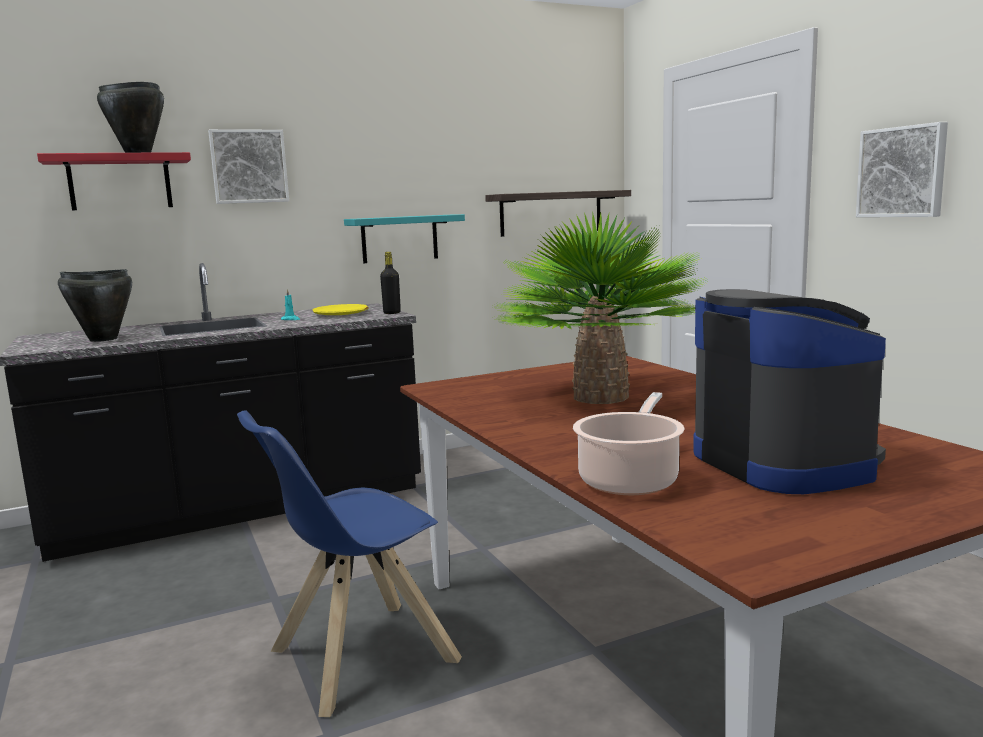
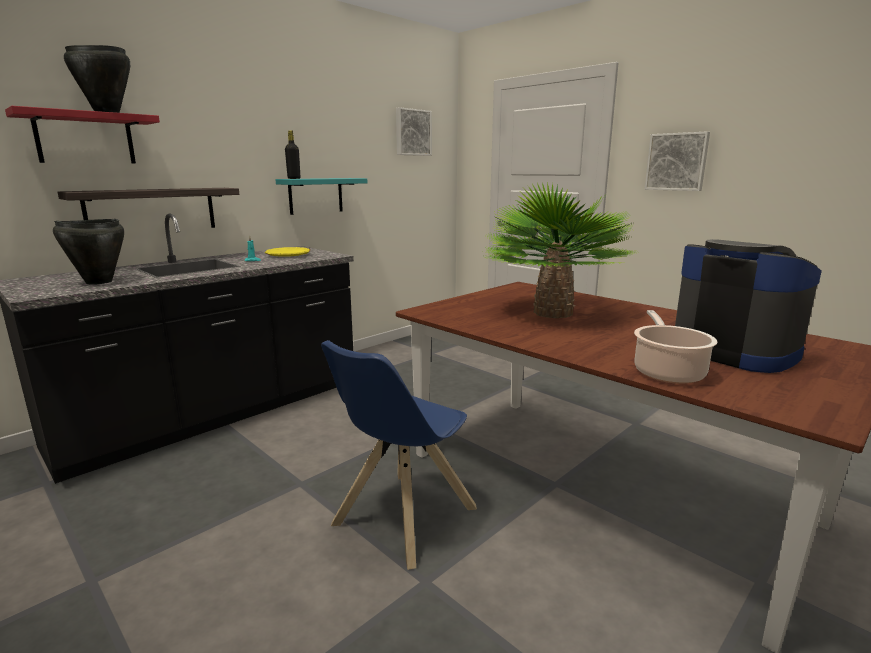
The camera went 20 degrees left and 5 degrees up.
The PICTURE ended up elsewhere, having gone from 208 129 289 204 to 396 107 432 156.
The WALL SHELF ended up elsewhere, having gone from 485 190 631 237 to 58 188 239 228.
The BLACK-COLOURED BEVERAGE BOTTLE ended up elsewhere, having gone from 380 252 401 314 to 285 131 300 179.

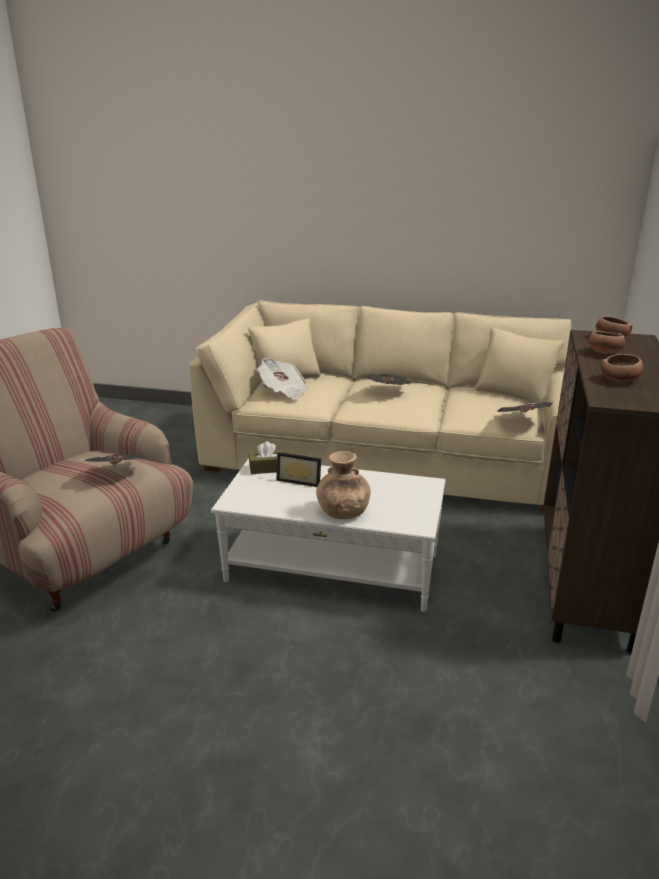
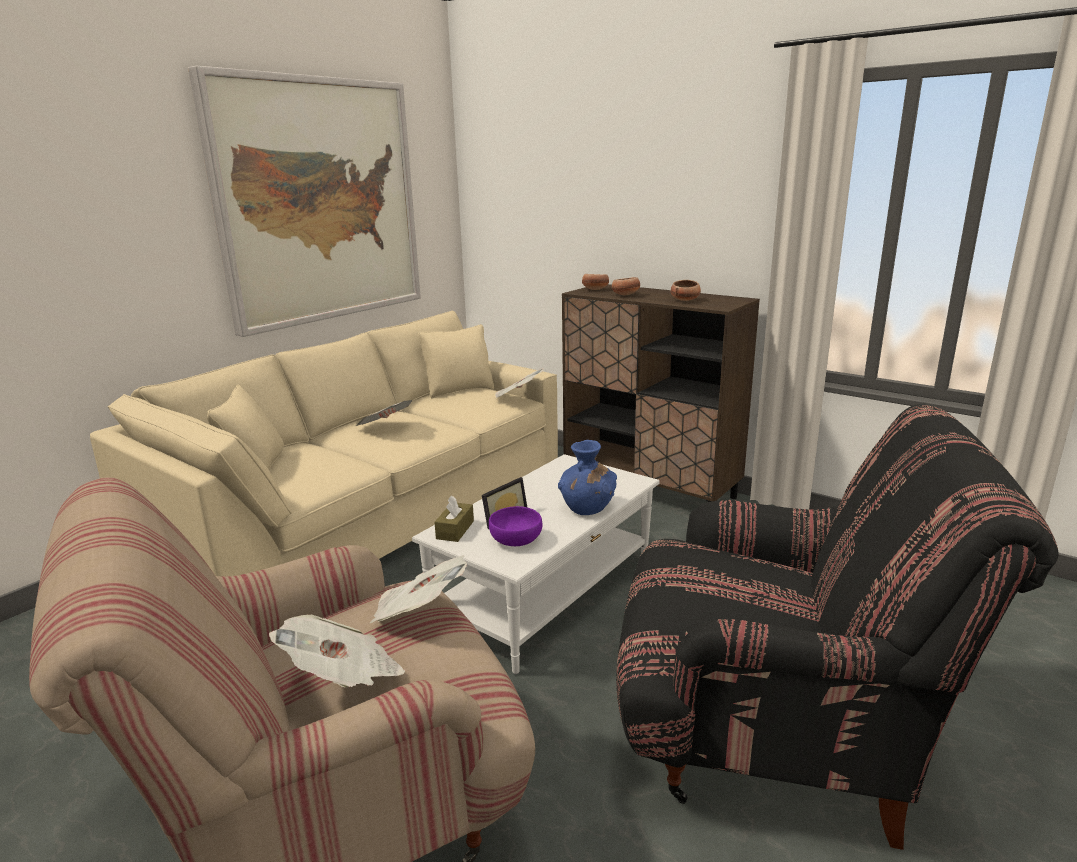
The camera went 65 degrees left and 5 degrees down.
The DAILY PAPER ended up elsewhere, having gone from 258 358 309 400 to 269 615 405 688.
What was the BROWN-COLOURED DECORATIVE VASE at 316 451 371 519 turned into the BLUISH DECORATIVE VASE at 558 440 617 515.
The second view gained the PICTURE at 188 66 421 337.
The second view gained the BLACK-COLOURED LOUNGE CHAIR at 616 404 1058 850.
The second view gained the PURPLE-COLOURED BOWL at 489 506 542 546.

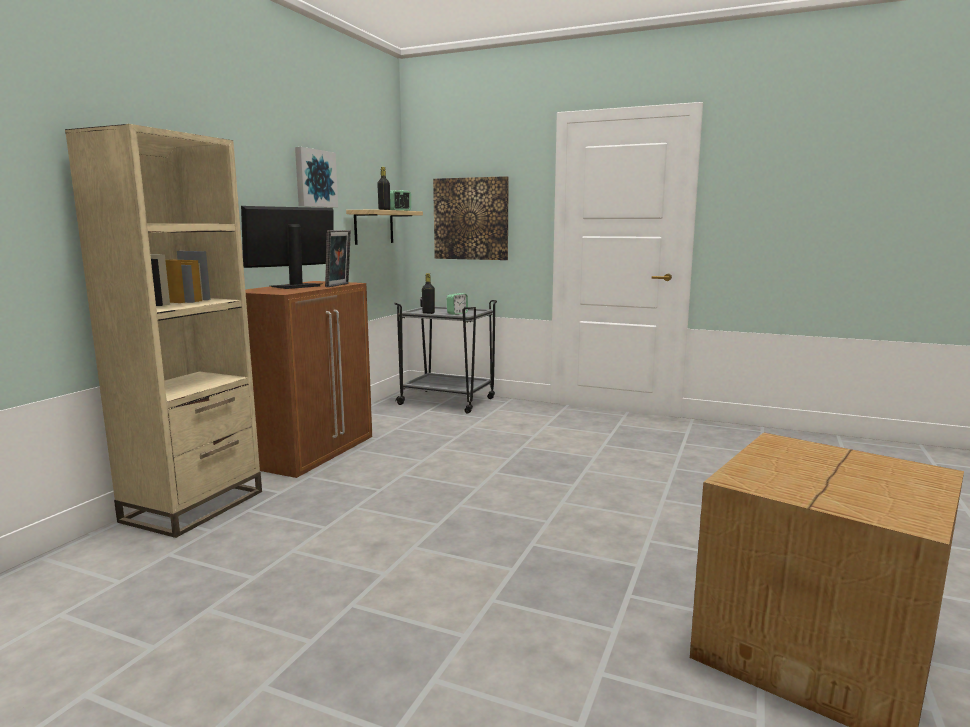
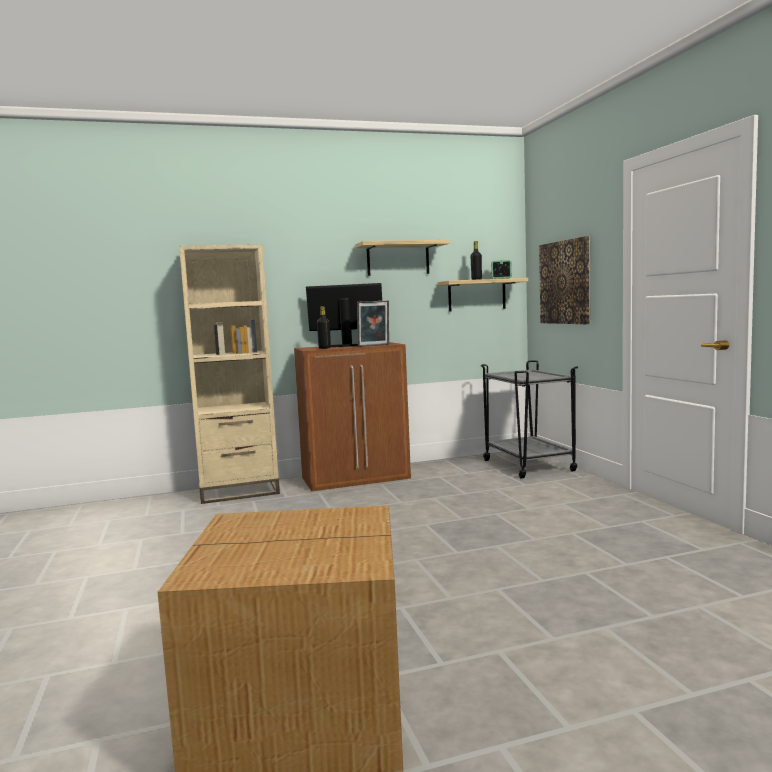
The camera went 50 degrees right and 5 degrees down.
Where the PICTURE hung at 295 147 338 207, the WALL SHELF came to hang at 355 240 450 276.
The BLACK-COLOURED BEVERAGE BOTTLE ended up elsewhere, having gone from 422 273 435 314 to 317 306 331 349.
The second view lost the BEDSIDE CLOCK at 447 293 468 315.

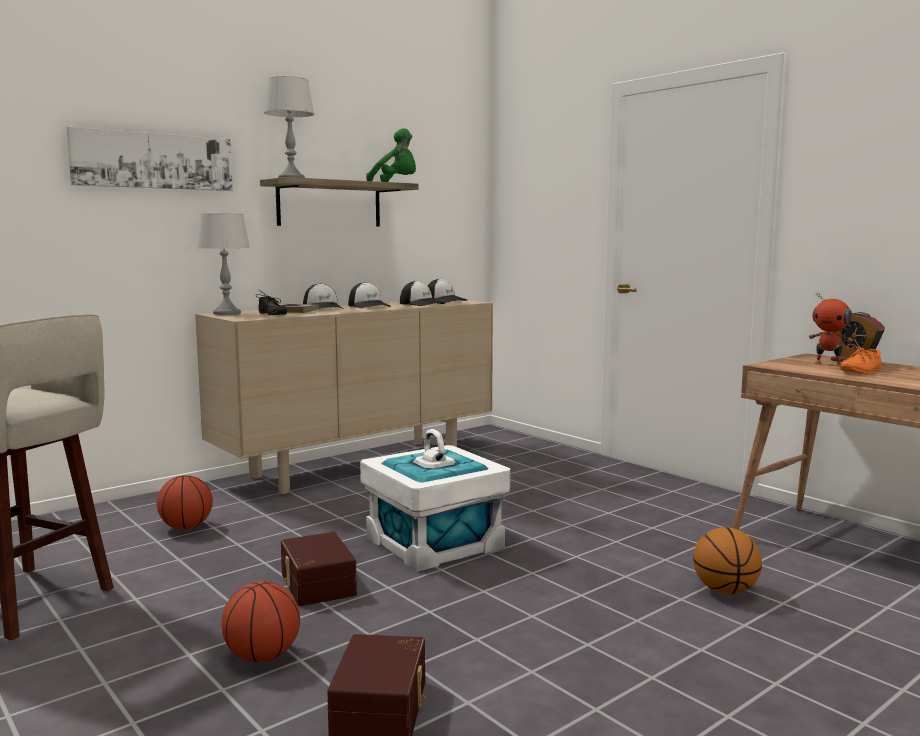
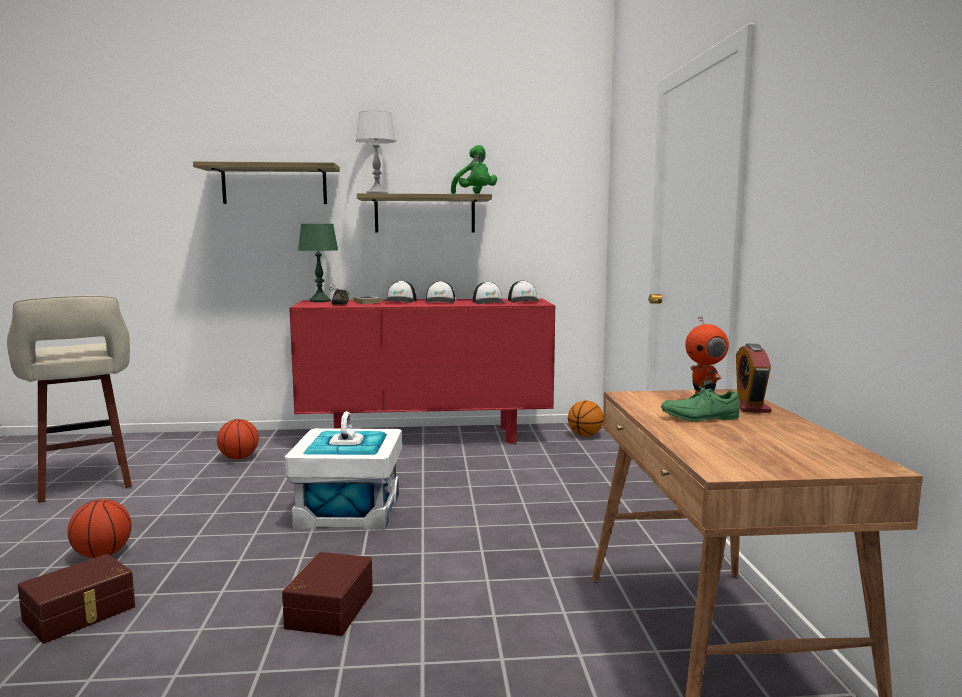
The camera went 35 degrees right and 0 degrees up.
Where the PICTURE hung at 66 127 233 191, the WALL SHELF came to hang at 193 161 340 204.
What was the GREYISH LAMP FOR A TABLE at 198 214 250 315 turned into the GREEN-COLOURED LAMP FOR A TABLE at 298 224 338 302.
What was the BEIGE-COLOURED DRAWER CHEST at 195 300 493 494 turned into the RED-COLOURED DRAWER CHEST at 289 298 555 444.
What was the ORANGE-COLOURED SHOE at 840 338 882 374 turned into the GREEN-COLOURED SHOE at 661 377 740 421.
The BASKETBALL ended up elsewhere, having gone from 693 527 762 595 to 568 400 603 436.
The BROWN-COLOURED STORAGE CONTAINER ended up elsewhere, having gone from 281 532 357 606 to 282 552 373 636.

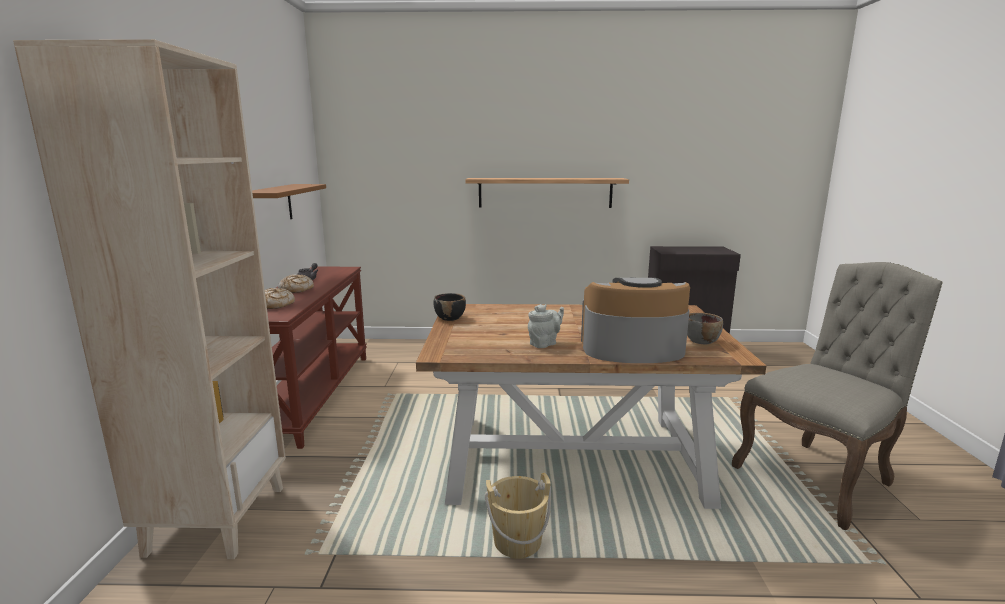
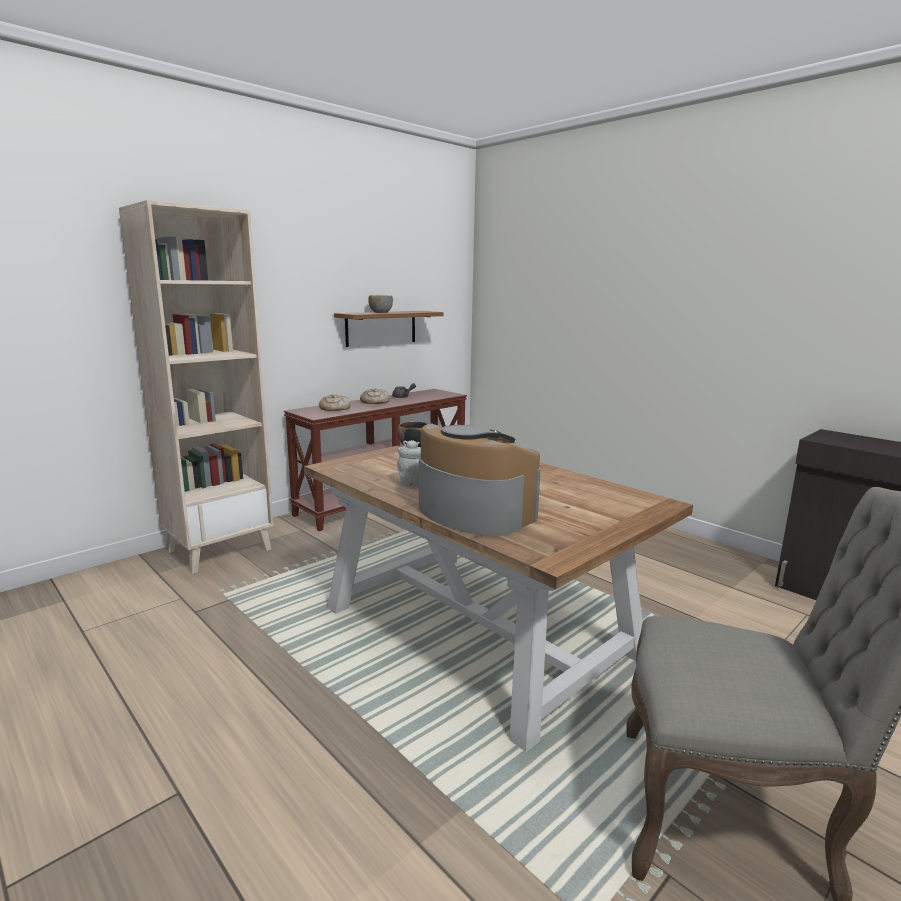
The camera went 45 degrees right and 0 degrees up.
The second view lost the WALL SHELF at 466 178 629 208.
The GREYISH BOWL ended up elsewhere, having gone from 687 313 723 344 to 368 295 393 313.
The second view lost the BEIGE-COLOURED PAIL at 485 472 551 559.

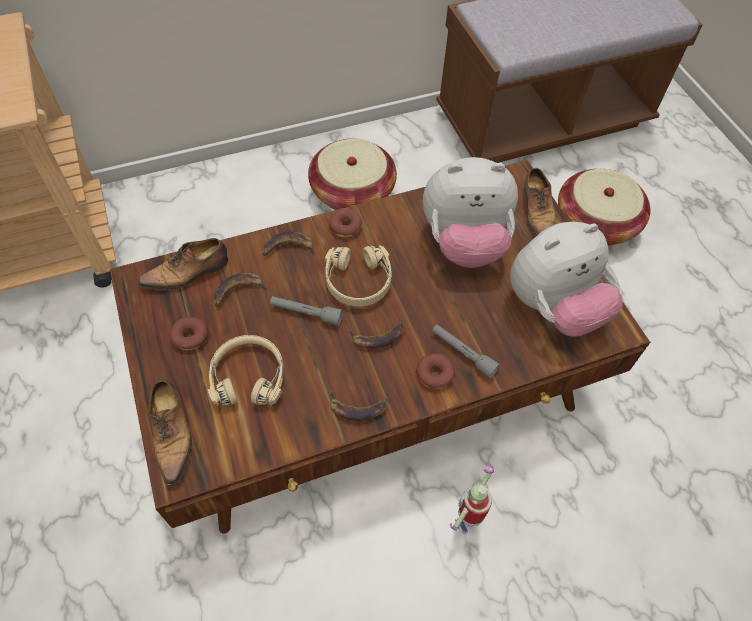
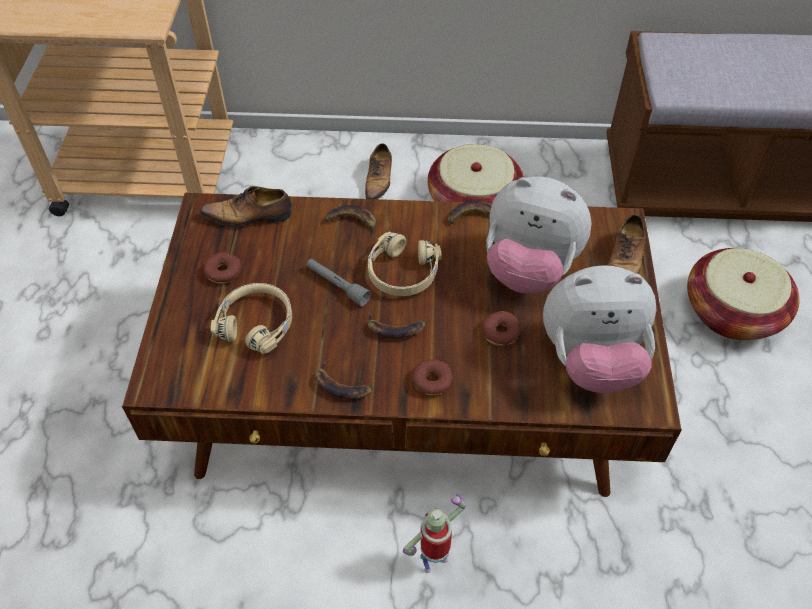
The camera went 25 degrees right and 5 degrees down.
The RING DOUGHNUT ended up elsewhere, having gone from 328 208 362 238 to 482 311 521 346.
The BANANA ended up elsewhere, having gone from 213 273 269 307 to 448 200 492 224.
The second view lost the GREYISH HAND TORCH at 432 324 500 379.
The SHOE ended up elsewhere, having gone from 148 380 192 485 to 365 143 392 199.

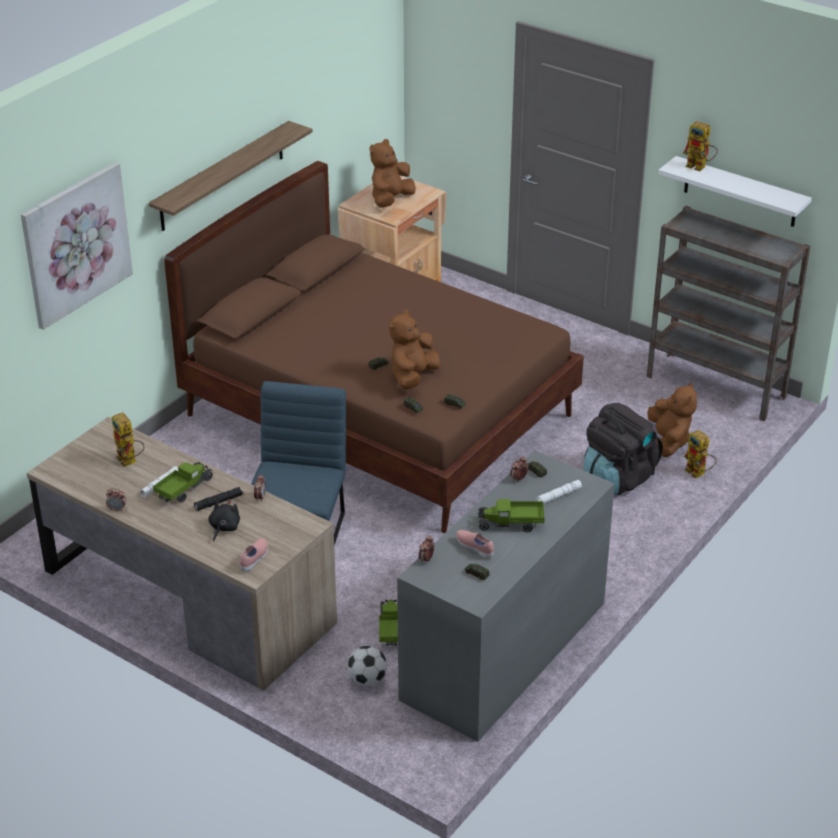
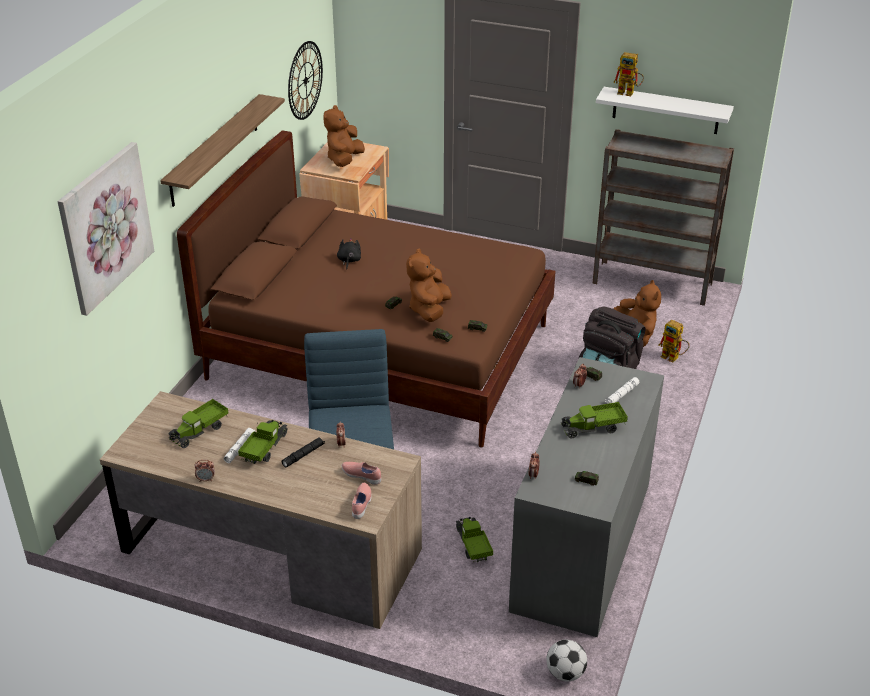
The camera went 15 degrees left and 0 degrees up.
Where the MODEL ROBOT stood at 112 412 145 467, the TOY TRUCK came to stand at 168 399 229 448.
The BLACK-COLOURED SOFT TOY ended up elsewhere, having gone from 208 499 240 542 to 337 238 361 270.
The PINK SHOE ended up elsewhere, having gone from 456 530 494 559 to 342 462 382 485.
The FOOTBALL ended up elsewhere, having gone from 347 646 387 686 to 546 640 587 682.
The second view gained the CLOCK ON THE WALL at 288 41 323 120.

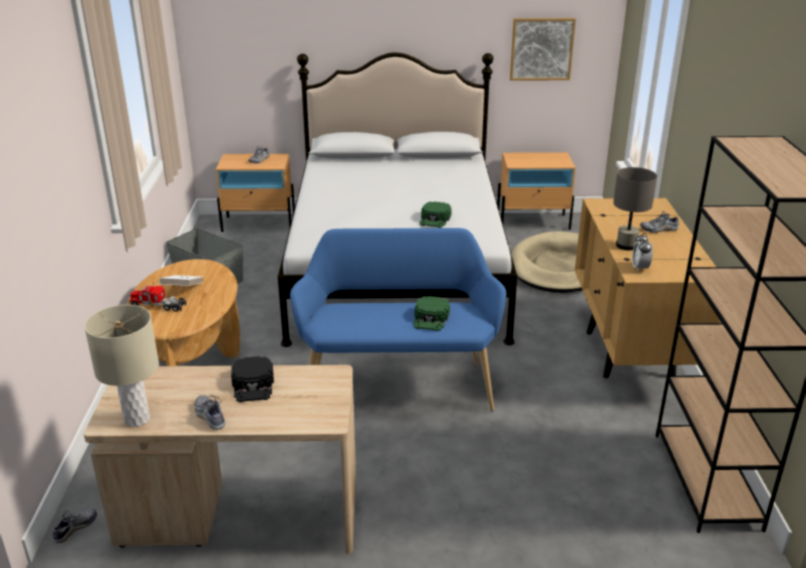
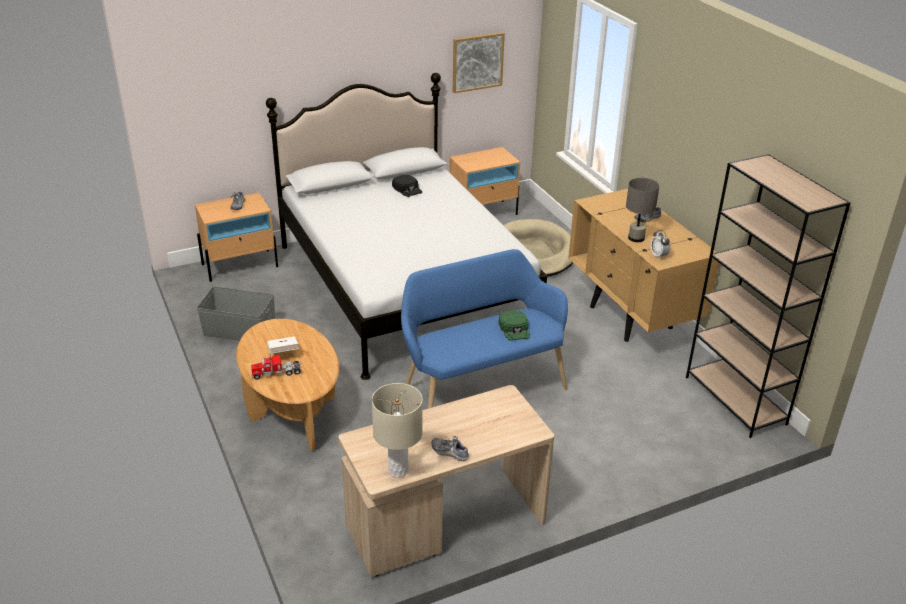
The camera went 25 degrees left and 5 degrees up.
The second view lost the GREEN-COLOURED CAP at 420 202 452 228.
The BLACK-COLOURED CAP ended up elsewhere, having gone from 231 356 274 402 to 392 174 422 197.
The second view lost the SHOE at 51 509 97 543.

